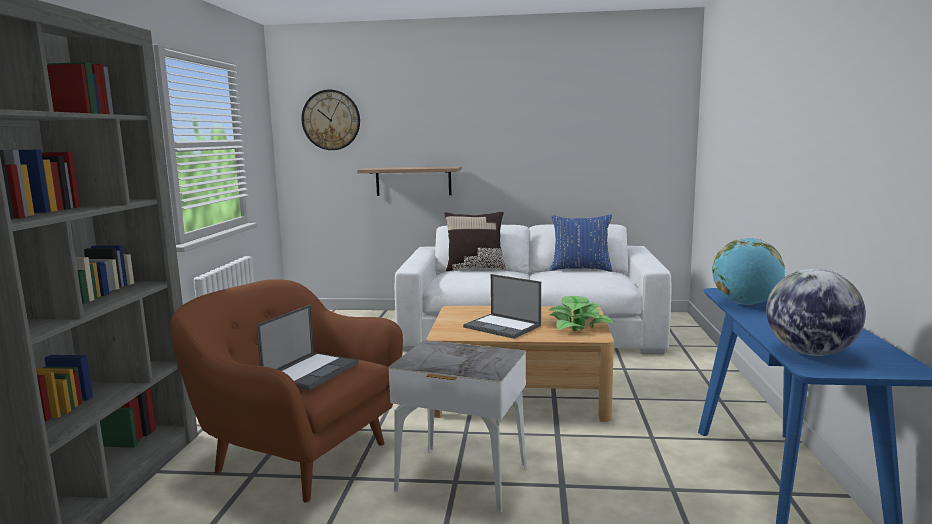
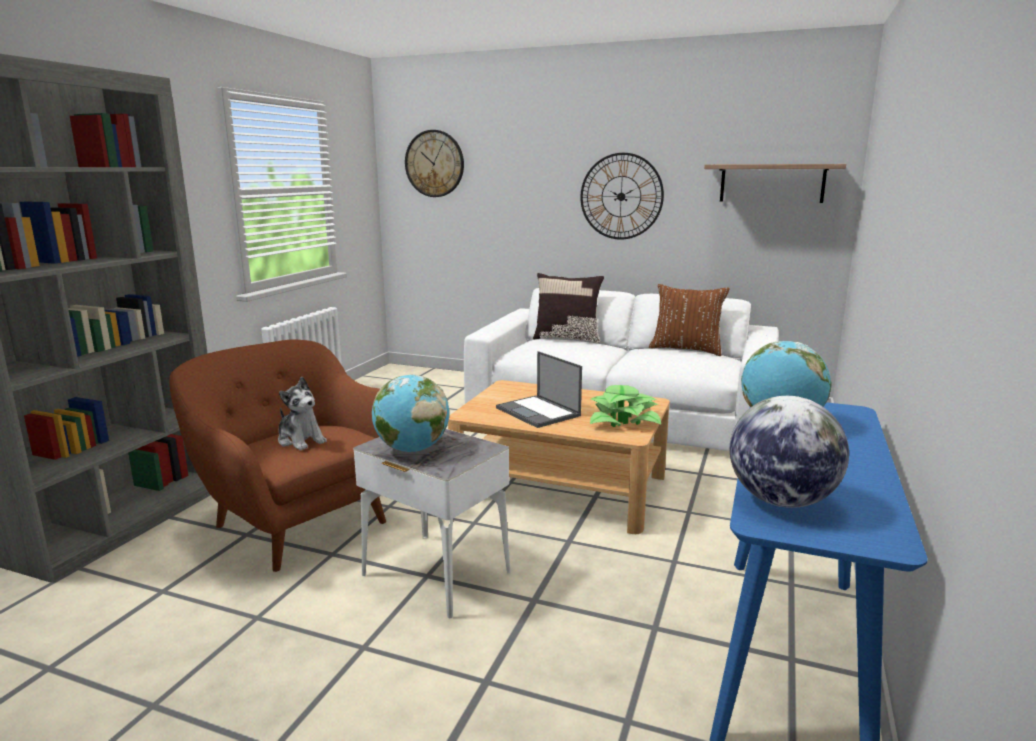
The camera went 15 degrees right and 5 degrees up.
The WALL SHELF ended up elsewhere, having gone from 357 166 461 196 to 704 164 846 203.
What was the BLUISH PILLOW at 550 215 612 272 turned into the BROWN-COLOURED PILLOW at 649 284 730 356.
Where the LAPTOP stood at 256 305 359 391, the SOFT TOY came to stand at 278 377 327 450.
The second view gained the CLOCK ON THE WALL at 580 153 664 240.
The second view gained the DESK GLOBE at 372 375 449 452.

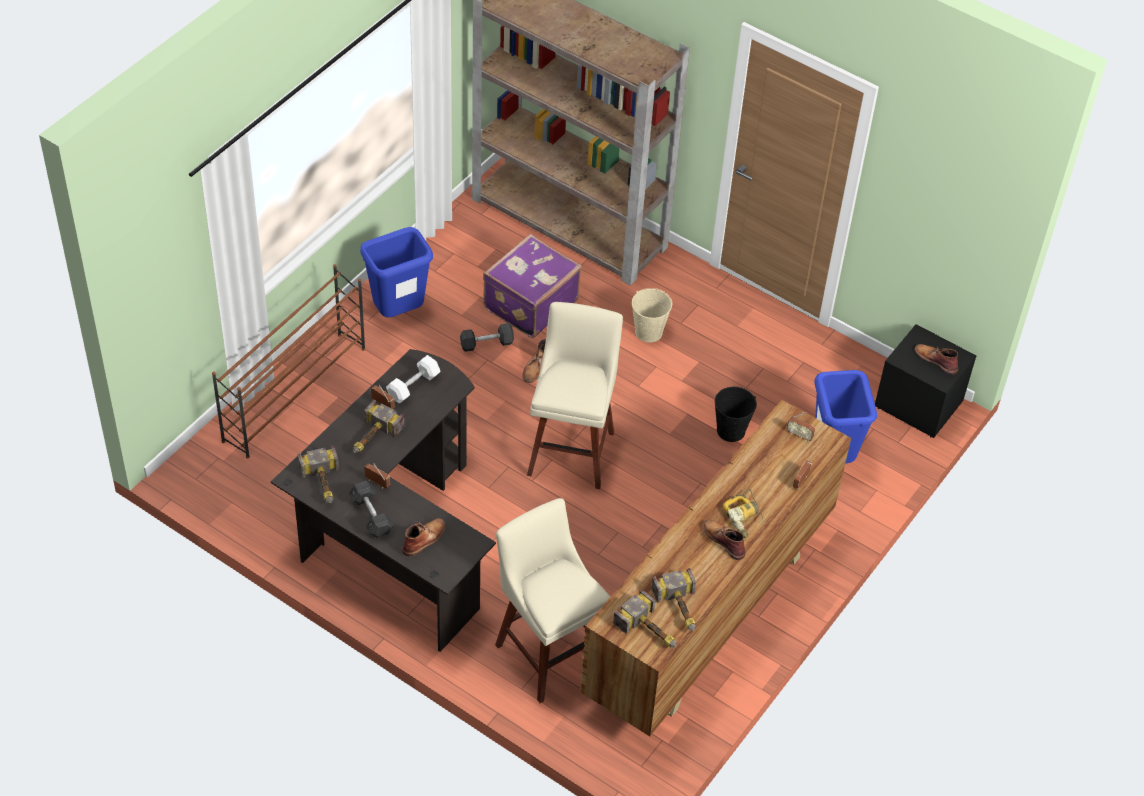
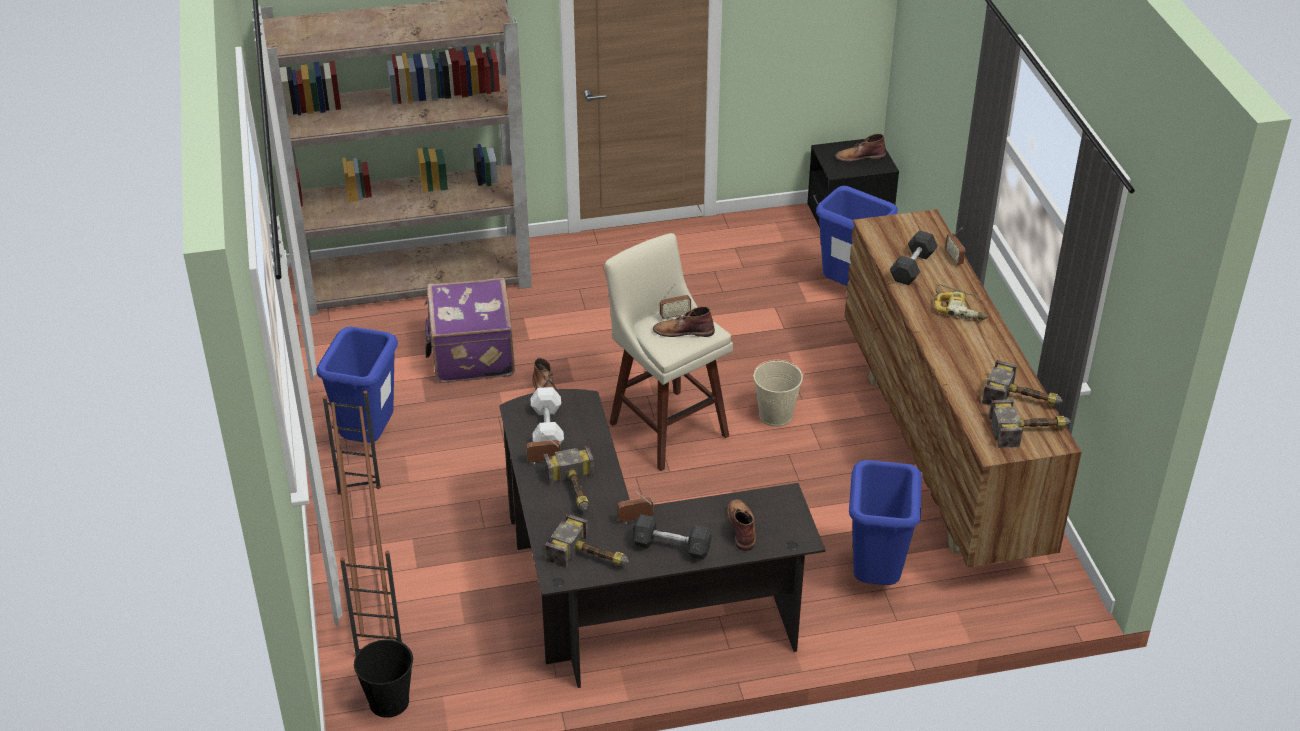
The camera went 45 degrees left and 10 degrees down.
The BEIGE-COLOURED PAIL ended up elsewhere, having gone from 632 288 672 343 to 753 360 803 427.
The GREYISH DUMBBELL ended up elsewhere, having gone from 460 323 514 352 to 890 230 938 285.
The BLACK-COLOURED PAIL ended up elsewhere, having gone from 715 387 757 442 to 354 638 413 718.
The RADIO RECEIVER ended up elsewhere, having gone from 786 412 815 441 to 660 284 691 320.
Where the BEIGE-COLOURED STOOL SEAT stood at 495 498 610 703, the BLUISH WASTE BIN came to stand at 849 460 922 585.
The BROWN-COLOURED HIGH-TOP BOOT ended up elsewhere, having gone from 703 520 746 560 to 653 306 715 337.

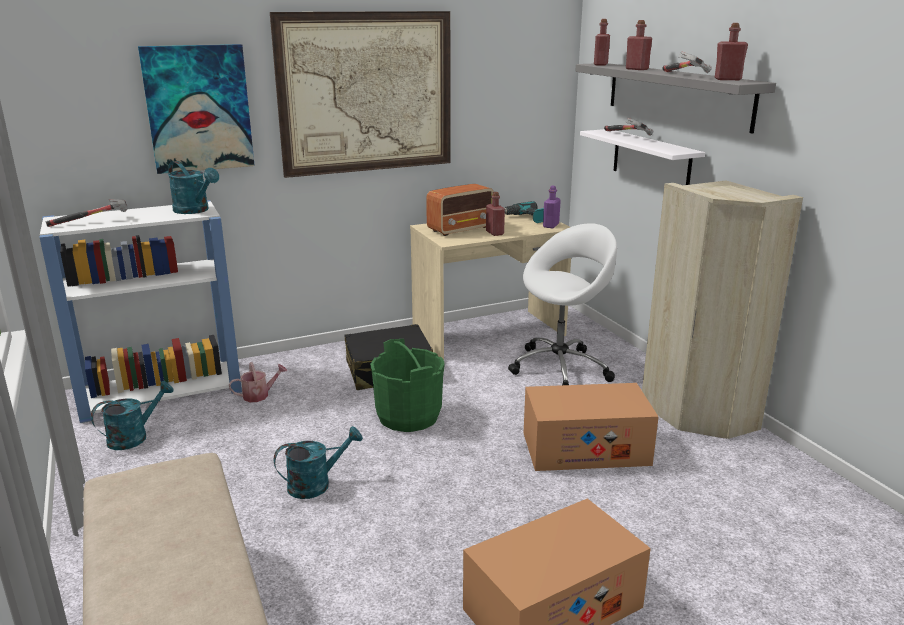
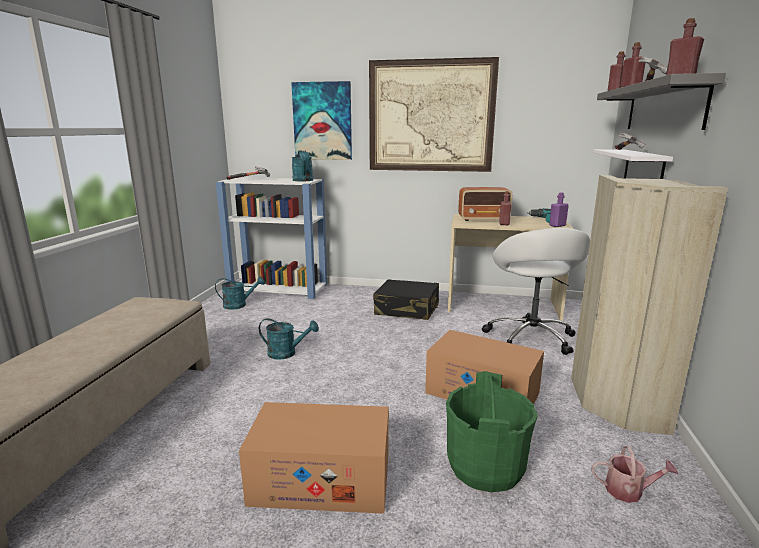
The camera went 35 degrees right and 5 degrees down.
The WHITE-COLOURED OFFICE CHAIR at 508 223 617 385 ended up facing another way, 75 degrees clockwise from before.
The GREEN-COLOURED PAIL ended up elsewhere, having gone from 370 339 445 432 to 446 371 537 492.
The SPRINKLING CAN ended up elsewhere, having gone from 229 362 287 402 to 591 446 678 503.

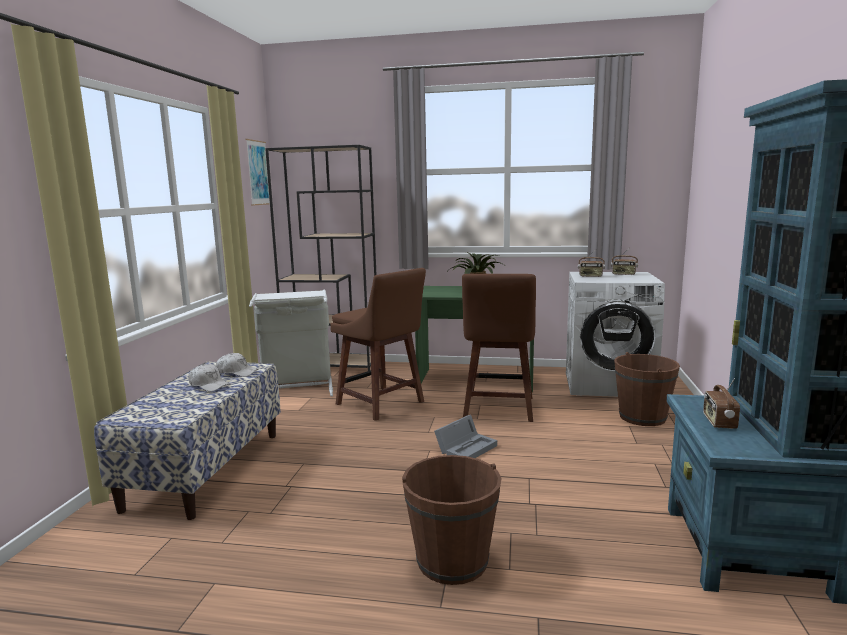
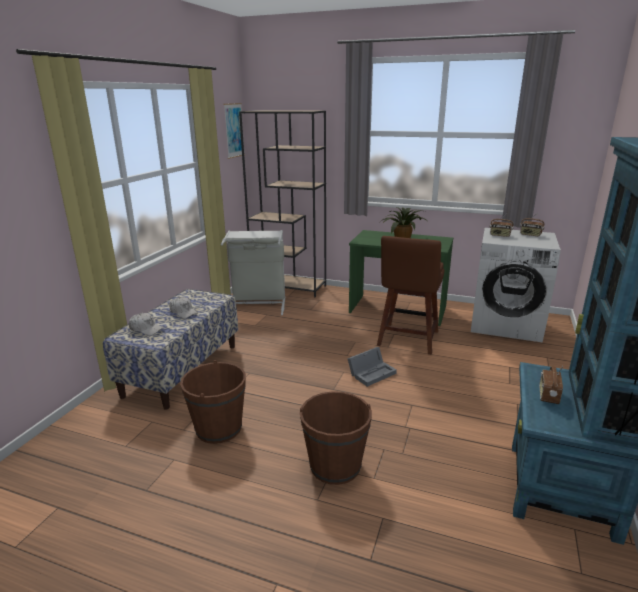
The camera went 10 degrees right and 10 degrees up.
The second view lost the BROWN-COLOURED STOOL SEAT at 330 268 426 421.
The BROWN-COLOURED PAIL ended up elsewhere, having gone from 614 352 680 426 to 180 360 246 444.
The WHITE-COLOURED CAP ended up elsewhere, having gone from 216 353 258 377 to 129 313 163 335.

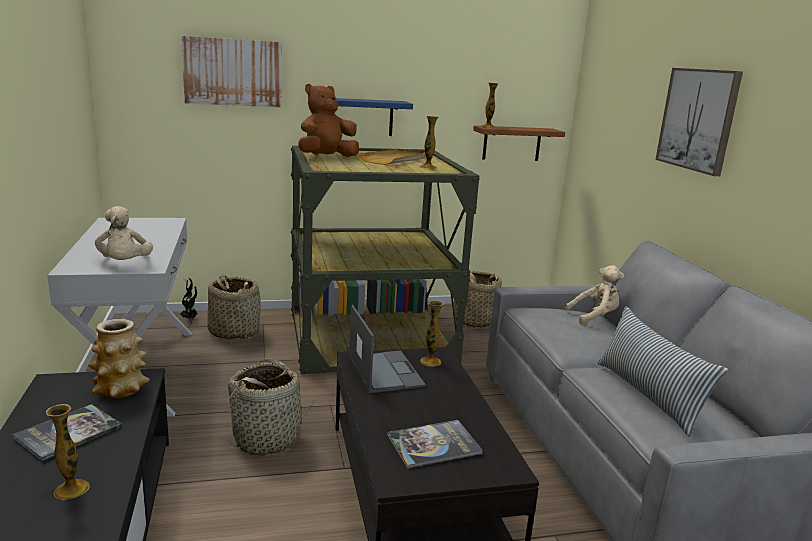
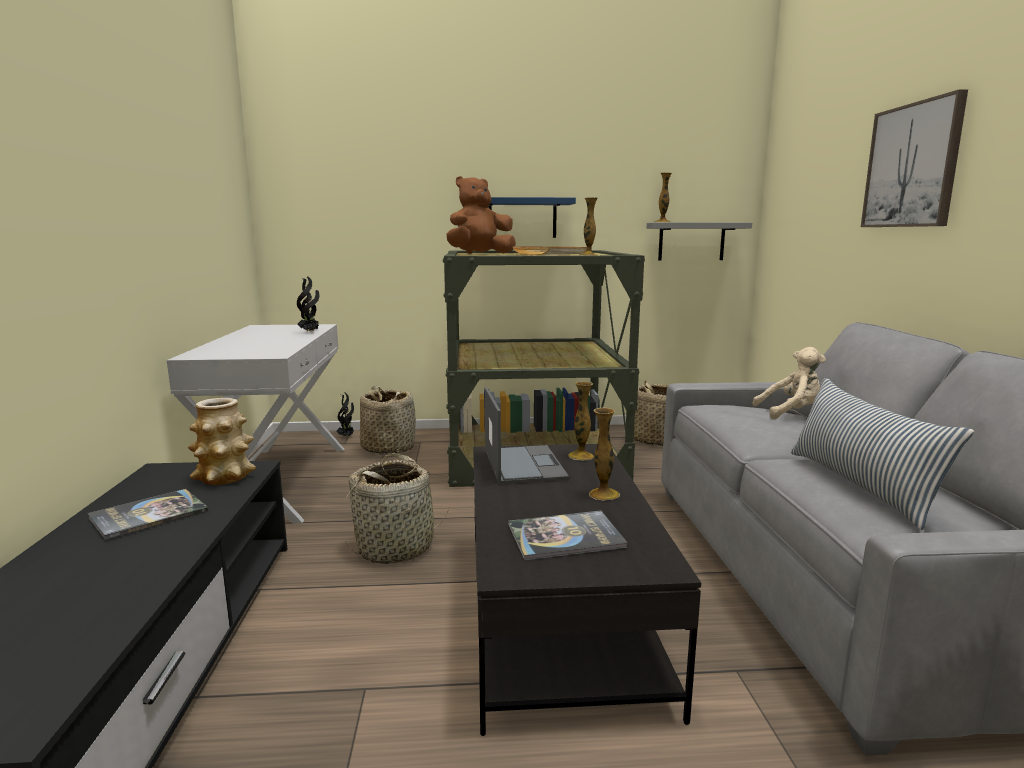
The camera went 10 degrees right and 5 degrees down.
The second view lost the PICTURE at 181 36 282 107.
What was the BROWN-COLOURED WALL SHELF at 473 126 565 161 turned into the GREYISH WALL SHELF at 647 222 752 260.
The second view lost the BEIGE-COLOURED SOFT TOY at 95 206 153 260.
The DECORATIVE VASE ended up elsewhere, having gone from 46 404 90 500 to 589 407 620 501.
The second view gained the POTTED PLANT at 297 276 319 332.

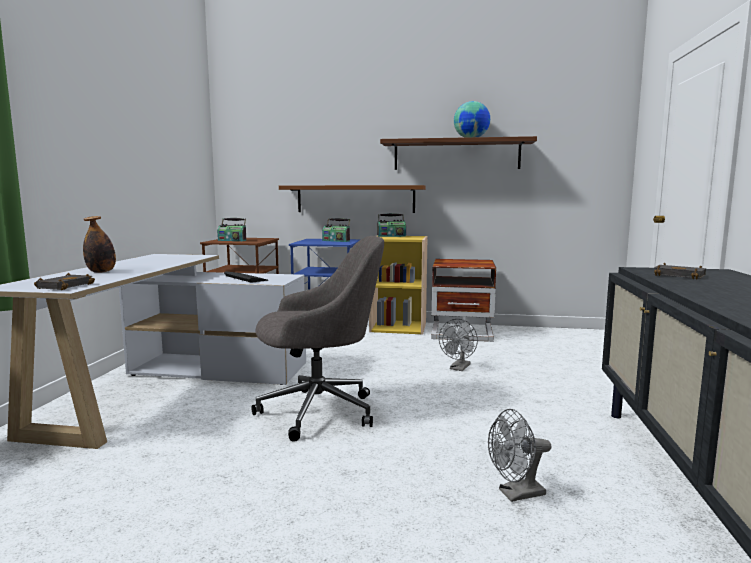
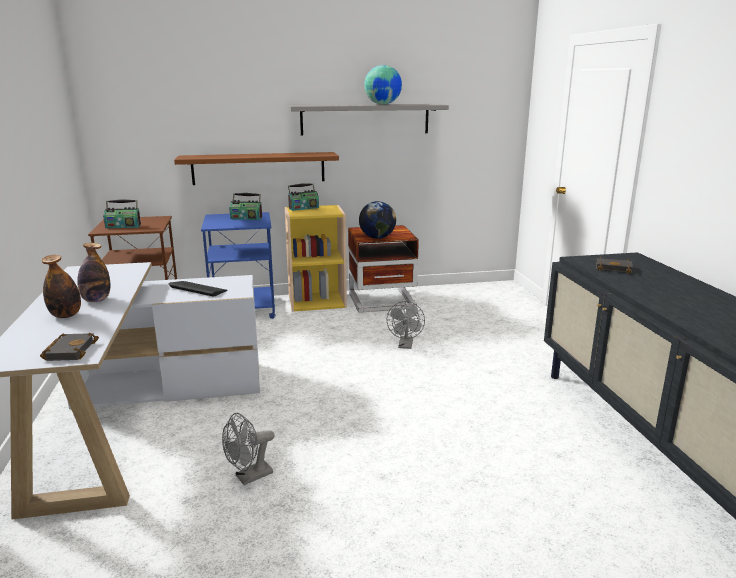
The camera went 20 degrees left and 10 degrees up.
What was the BROWN-COLOURED WALL SHELF at 380 136 537 170 turned into the GREYISH WALL SHELF at 288 104 449 136.
The second view lost the GREYISH OFFICE CHAIR at 251 236 384 442.
The GREYISH COOLING FAN ended up elsewhere, having gone from 488 409 552 502 to 222 413 275 485.
The second view gained the DESK GLOBE at 359 201 396 239.
The second view gained the BEVERAGE BOTTLE at 77 243 110 302.

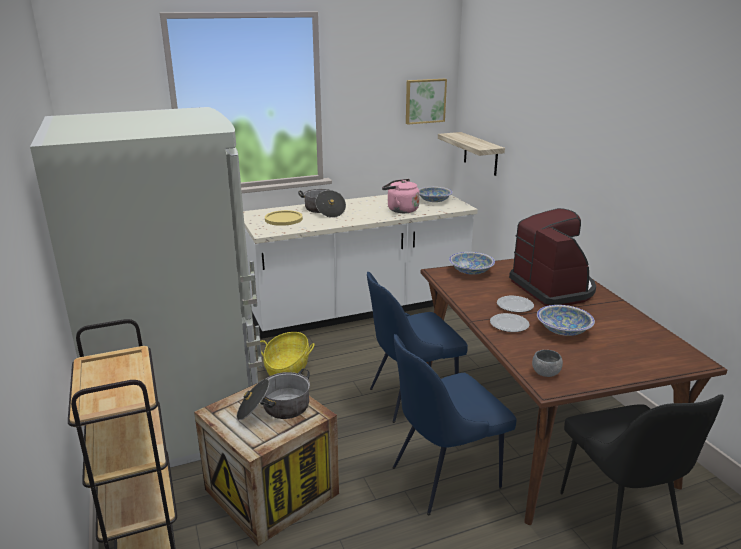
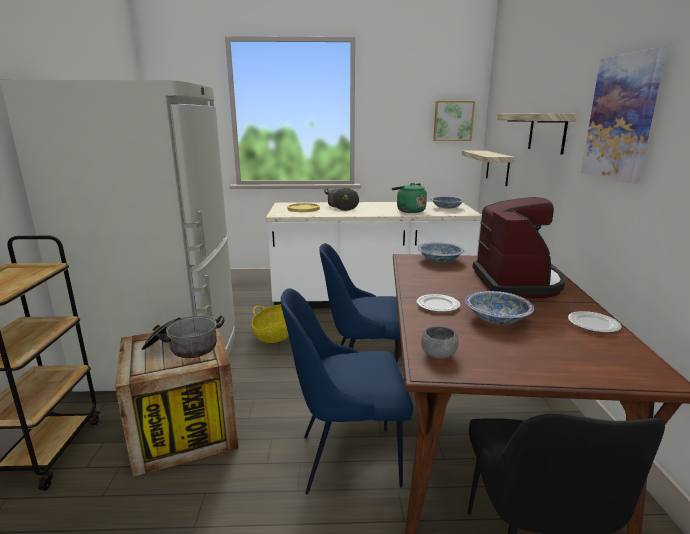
The camera went 20 degrees right and 5 degrees down.
What was the PINK TEA KETTLE at 382 179 420 213 turned into the GREEN-COLOURED TEA KETTLE at 392 183 427 213.
The DINNER PLATE ended up elsewhere, having gone from 497 296 534 312 to 568 311 622 333.
The second view gained the PICTURE at 581 47 668 184.
The second view gained the WALL SHELF at 497 114 577 155.

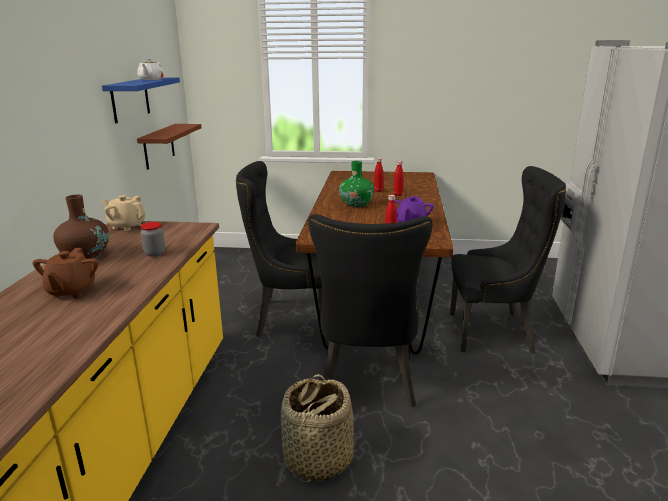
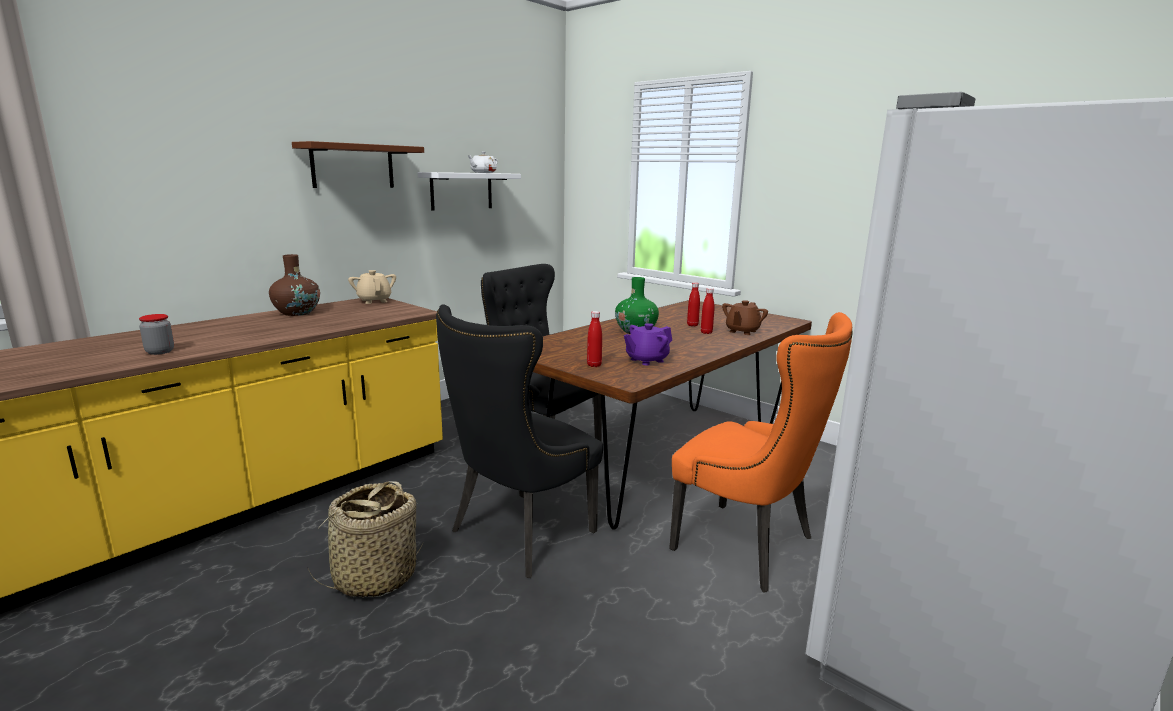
The camera went 35 degrees right and 5 degrees down.
What was the BLUISH WALL SHELF at 102 78 180 123 turned into the WHITE-COLOURED WALL SHELF at 417 172 521 210.
The BROWN-COLOURED WALL SHELF ended up elsewhere, having gone from 137 124 202 170 to 292 141 424 188.
What was the BLACK-COLOURED UPRIGHT CHAIR at 450 166 566 355 turned into the ORANGE-COLOURED UPRIGHT CHAIR at 669 312 852 593.
The JAR ended up elsewhere, having gone from 140 222 165 257 to 139 314 174 355.
The BROWN-COLOURED TEA POT ended up elsewhere, having gone from 32 248 99 298 to 722 300 768 335.

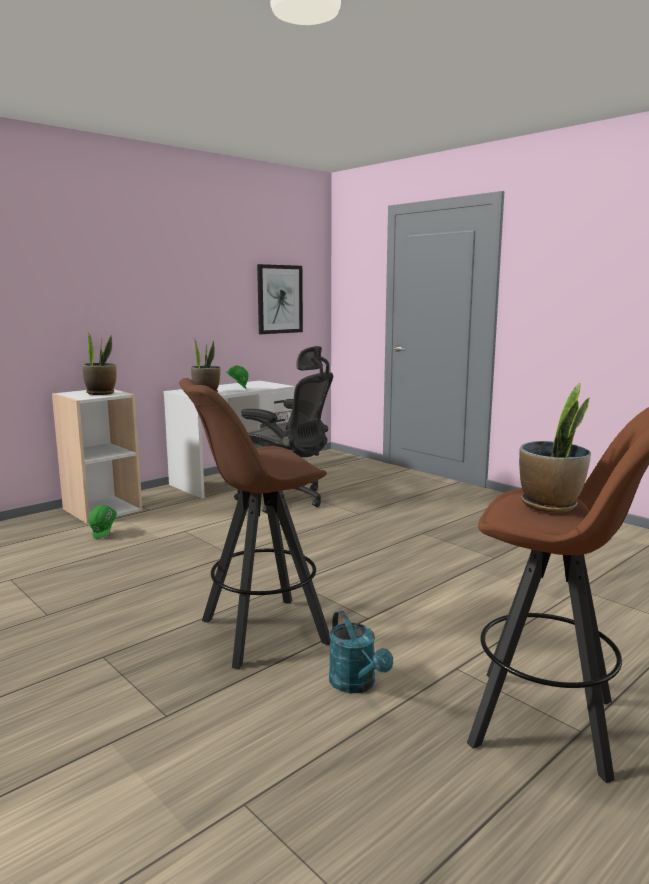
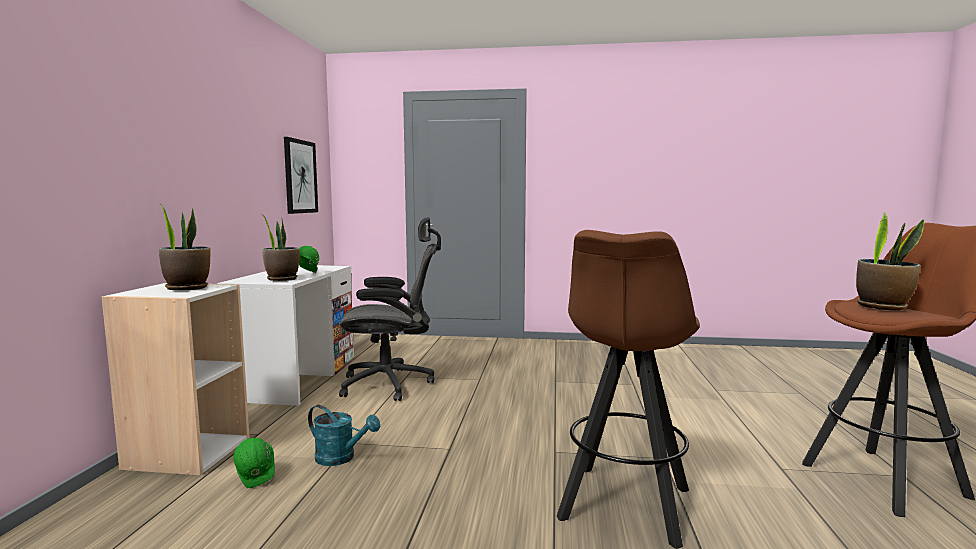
The camera went 40 degrees left and 5 degrees down.
The TURQUOISE-COLOURED SPRINKLING CAN ended up elsewhere, having gone from 329 610 393 693 to 308 405 380 466.

